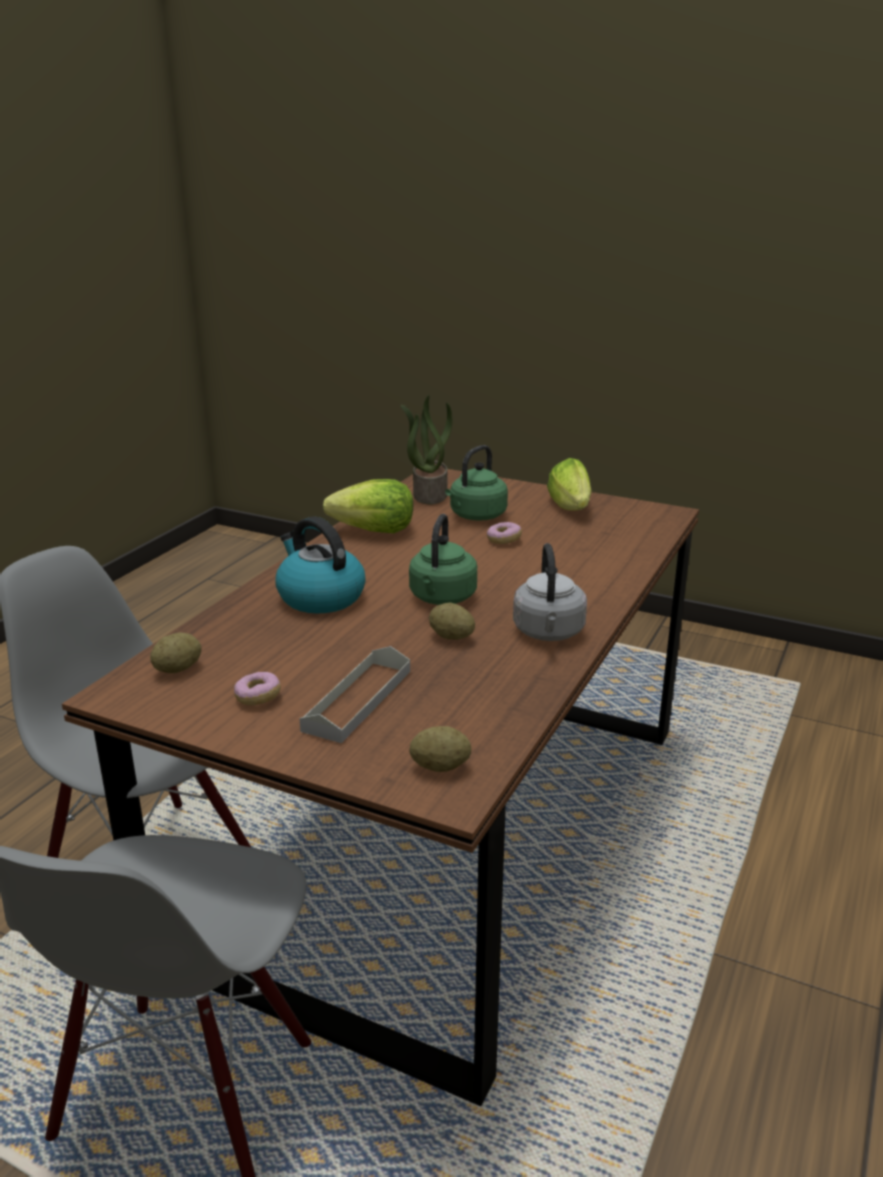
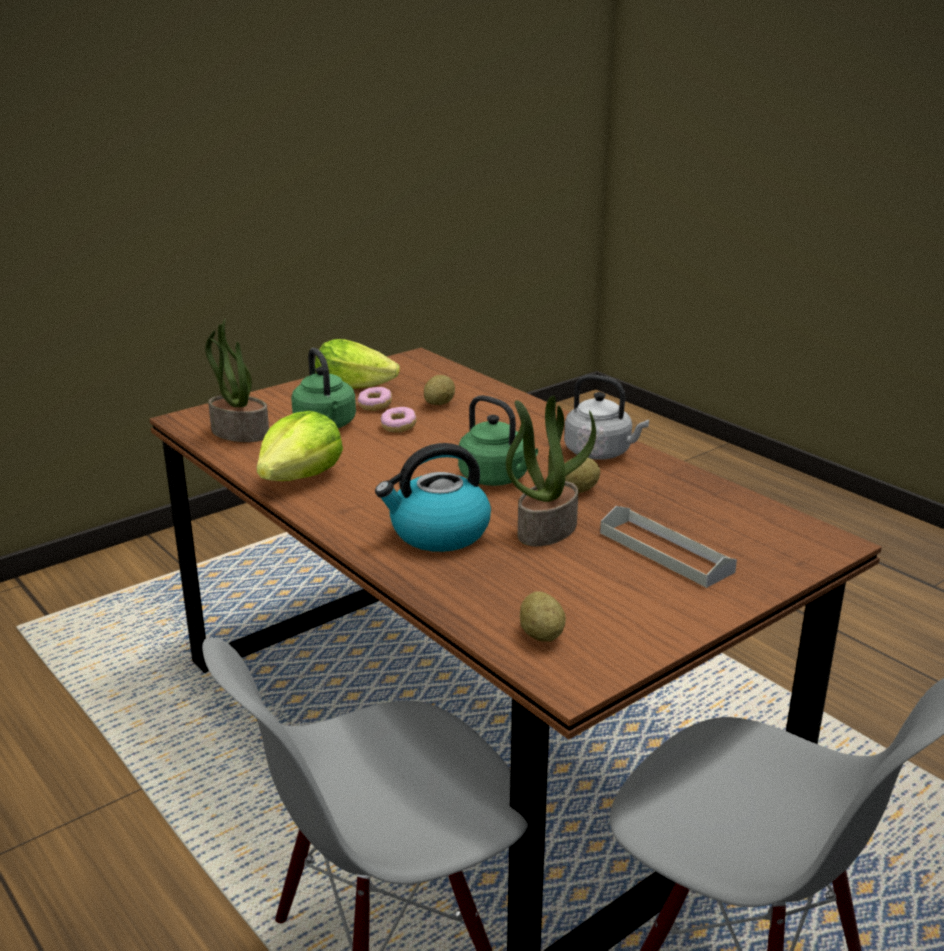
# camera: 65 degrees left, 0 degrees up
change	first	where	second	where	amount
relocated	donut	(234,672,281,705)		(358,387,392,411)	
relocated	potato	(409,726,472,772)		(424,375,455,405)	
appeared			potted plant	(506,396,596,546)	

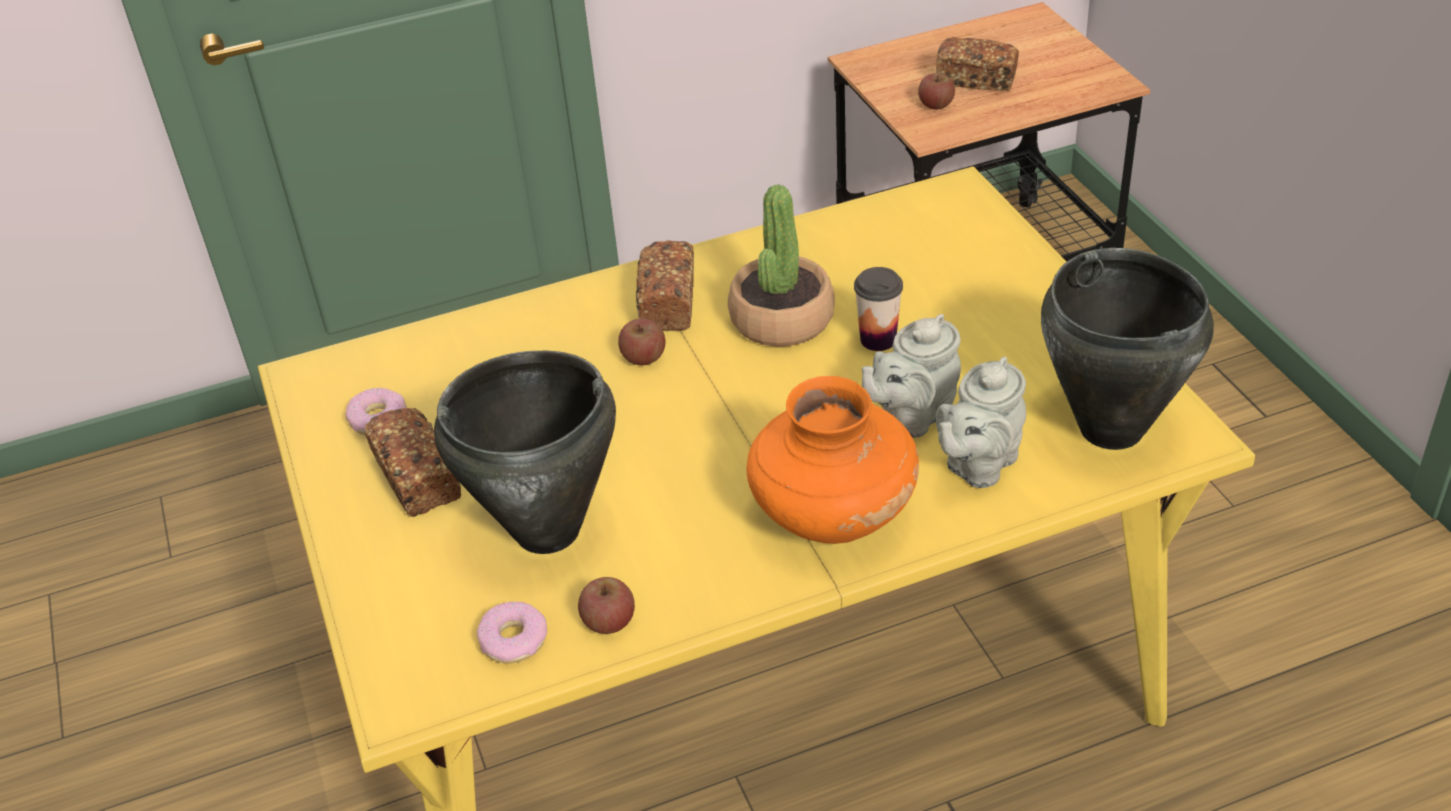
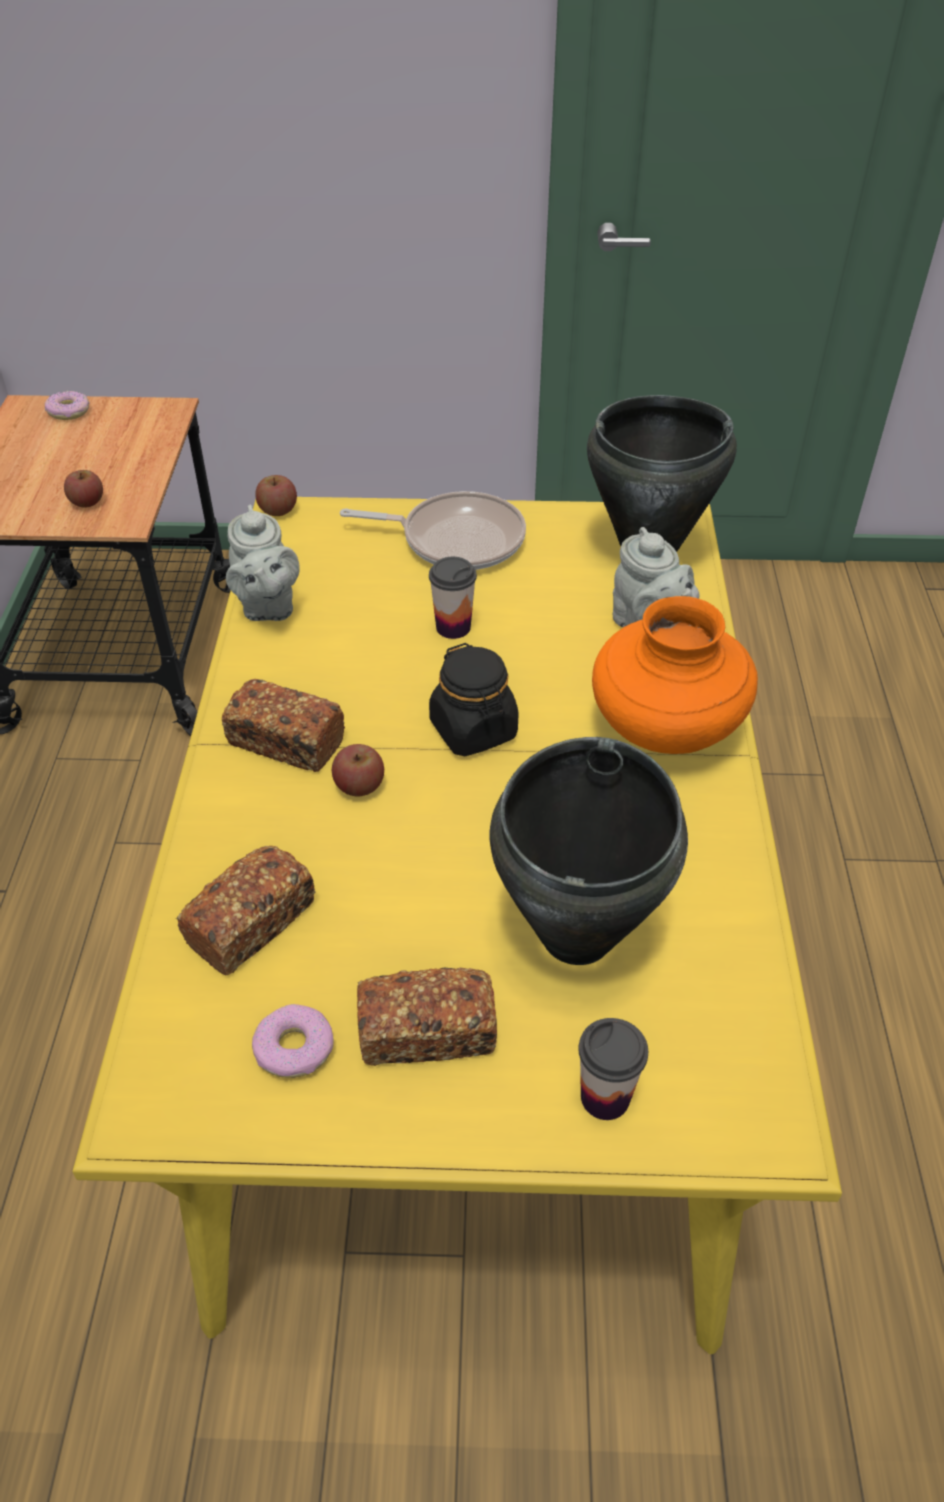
# camera: 70 degrees left, 5 degrees up
change	first	where	second	where	amount
relocated	bread	(936,37,1019,91)		(176,846,315,976)	
missing	potted plant	(728,184,835,347)			
relocated	grey teapot	(862,314,961,438)		(226,504,300,621)	
relocated	apple	(578,577,635,634)		(255,475,297,516)	
relocated	donut	(477,601,547,664)		(45,391,90,420)	
appeared			frying pan	(340,491,526,570)	
appeared			black jar	(429,643,519,756)	
appeared			cup	(578,1018,648,1120)	

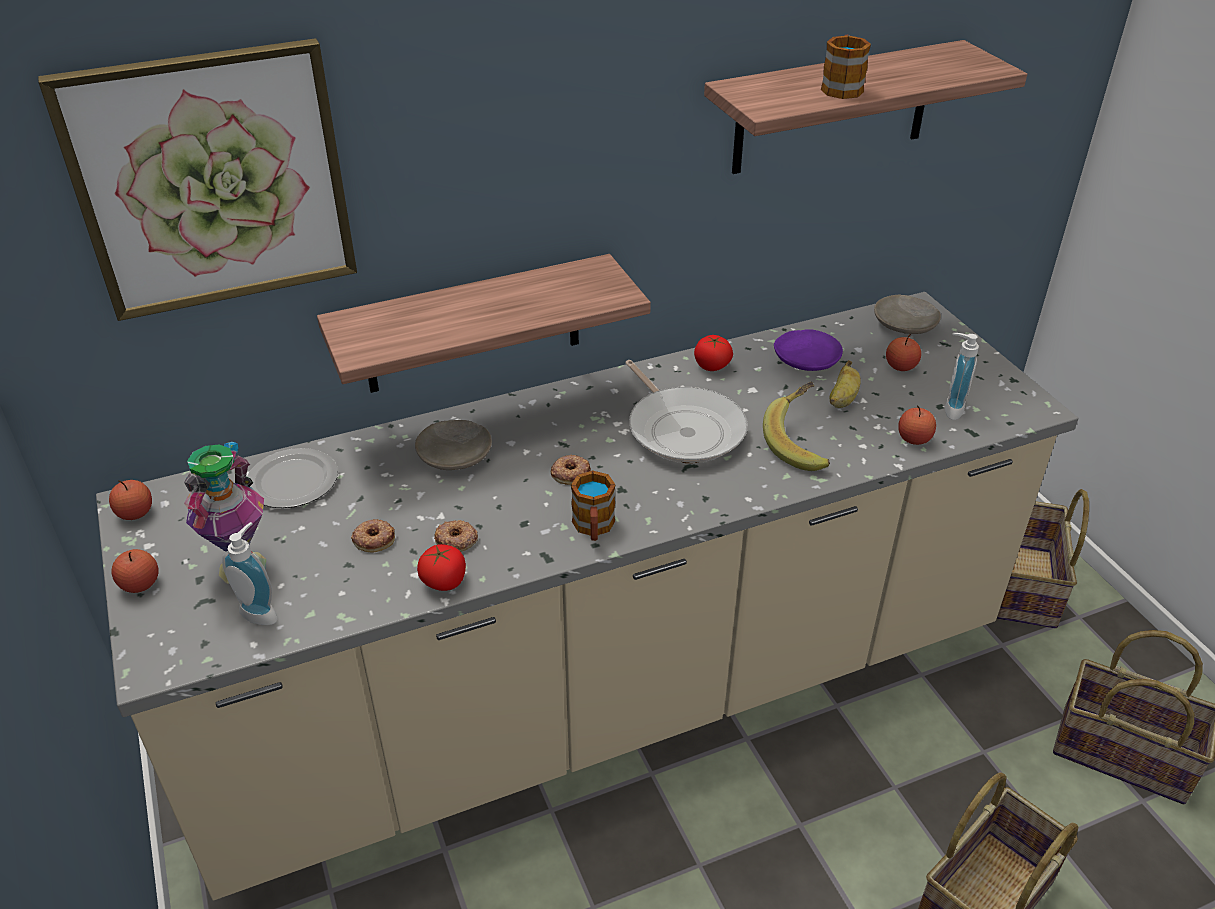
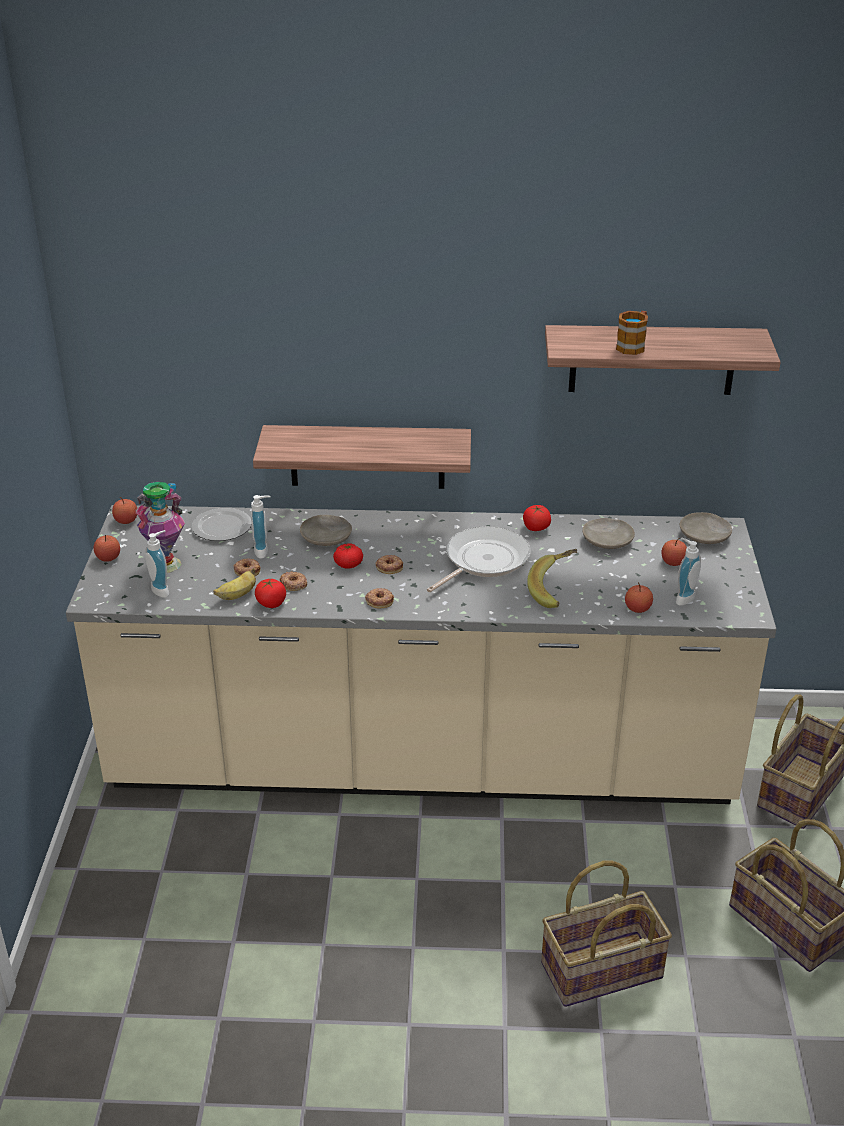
# camera: 25 degrees right, 5 degrees down
change	first	where	second	where	amount
missing	picture	(38,38,357,321)			
colour	purple plate	(774,329,843,371)	beige plate	(583,518,635,549)	
spun	frying pan	(625,360,748,463)		(427,526,531,592)	135 degrees counterclockwise
relocated	banana	(830,360,861,408)		(213,568,256,600)	
exchanged	mug	(571,471,615,541)	donut	(365,588,394,609)	
appeared			soap dispenser	(251,495,271,559)	
appeared			tomato	(333,543,363,569)	

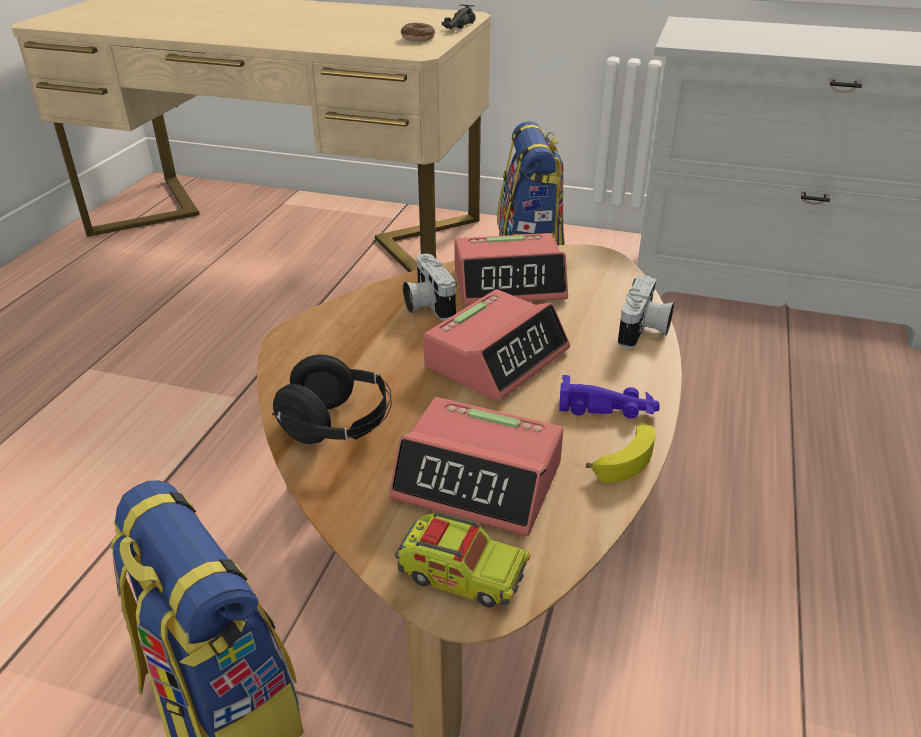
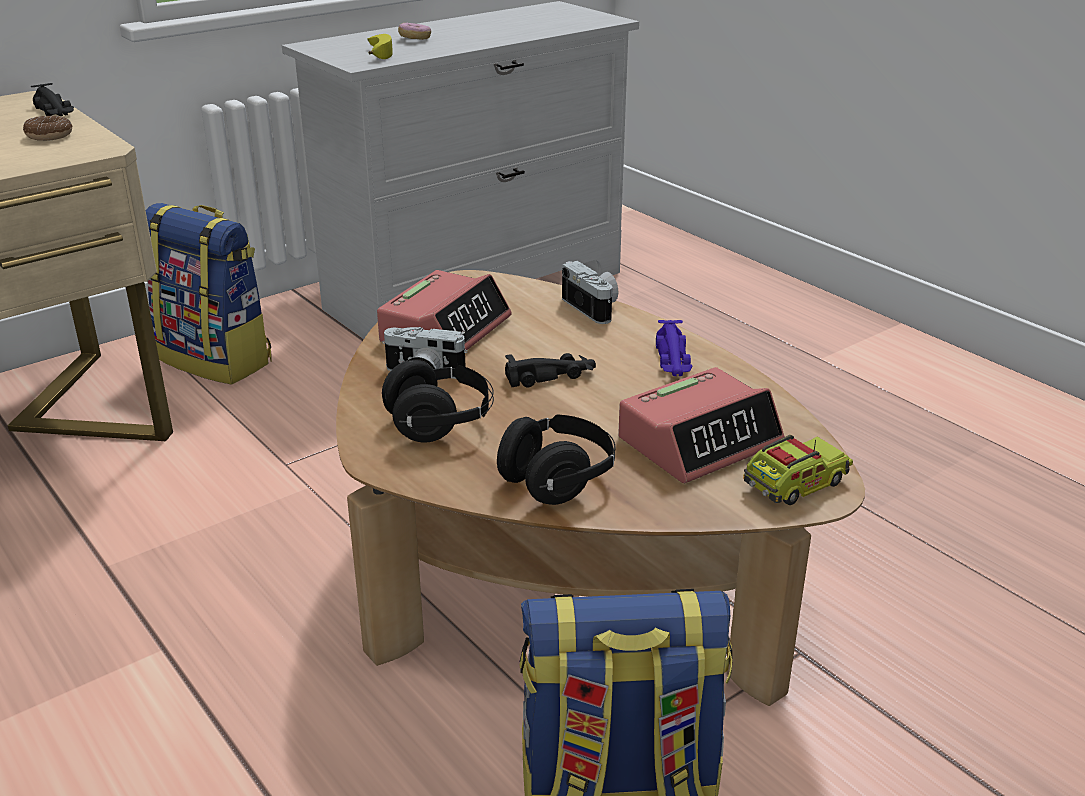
# camera: 55 degrees left, 5 degrees down
change	first	where	second	where	amount
exchanged	alarm clock	(423,289,570,401)	black toy car	(505,353,596,387)	
spun	purple toy car	(559,375,660,419)		(656,320,692,376)	135 degrees clockwise
relocated	banana	(586,422,655,483)		(367,34,393,59)	
appeared			donut	(398,23,431,40)	
appeared			black headphones	(382,360,494,442)	

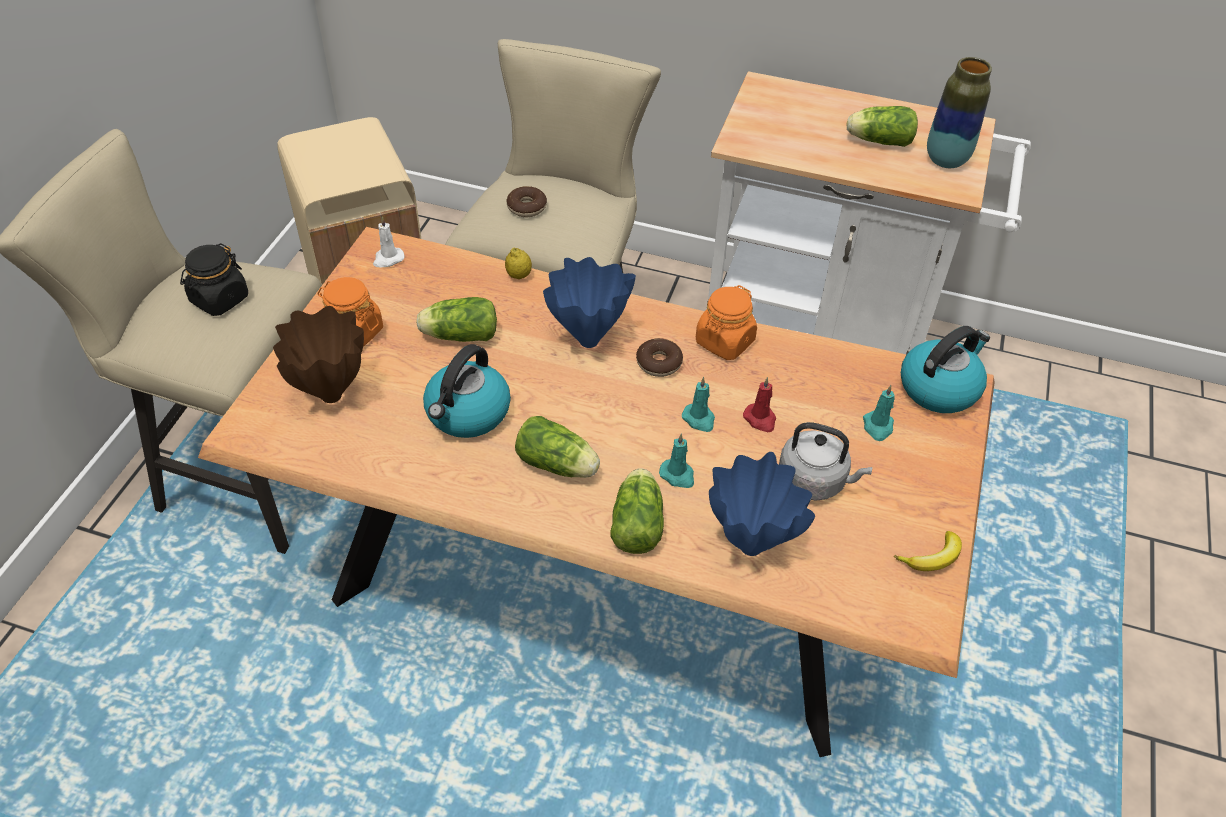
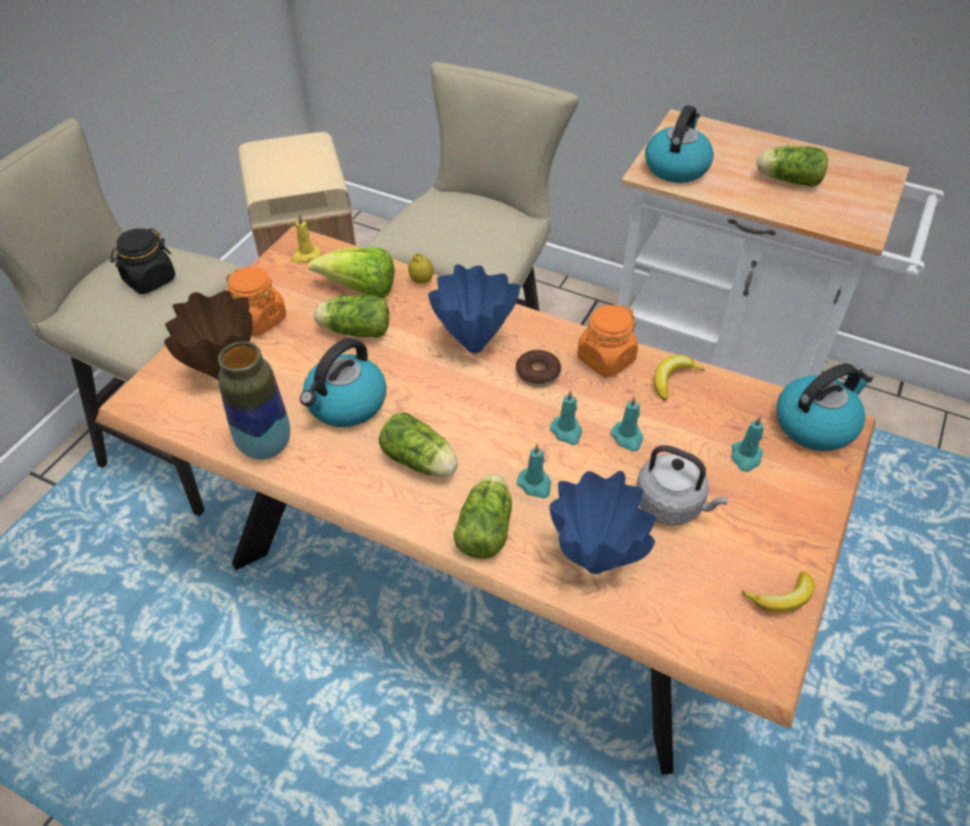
# camera: 10 degrees right, 0 degrees up
change	first	where	second	where	amount
relocated	vase	(927,57,992,168)		(218,341,290,460)	
missing	donut	(506,186,547,217)			
colour	white candle	(373,216,404,268)	yellow candle	(291,215,321,263)	
colour	red candle	(743,377,776,432)	turquoise candle	(610,396,643,451)	
appeared			kettle	(645,105,714,183)	
appeared			lettuce	(308,248,395,298)	
appeared			banana	(654,355,705,400)	

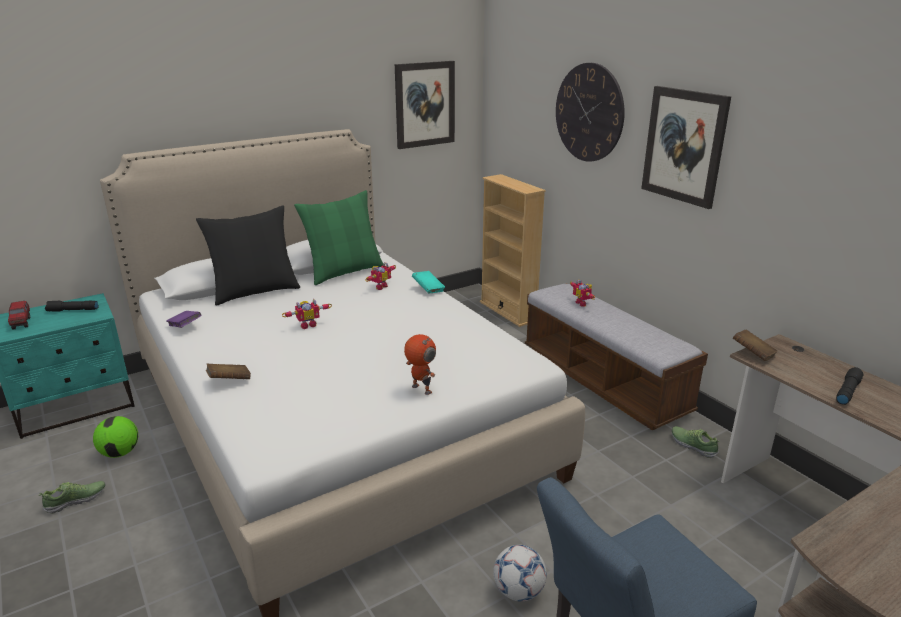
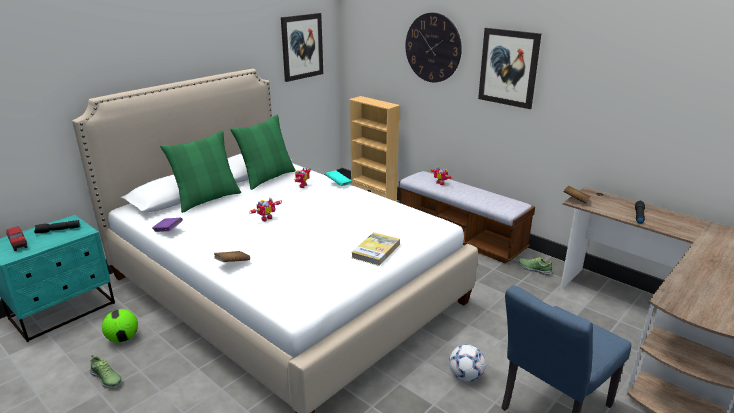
# camera: 15 degrees left, 0 degrees up
change	first	where	second	where	amount
colour	black pillow	(196,206,300,305)	green pillow	(160,130,241,213)	
exchanged	toy robot	(404,334,436,395)	book	(351,232,400,266)	
spun	shoe	(39,481,106,514)		(90,355,122,388)	90 degrees clockwise

